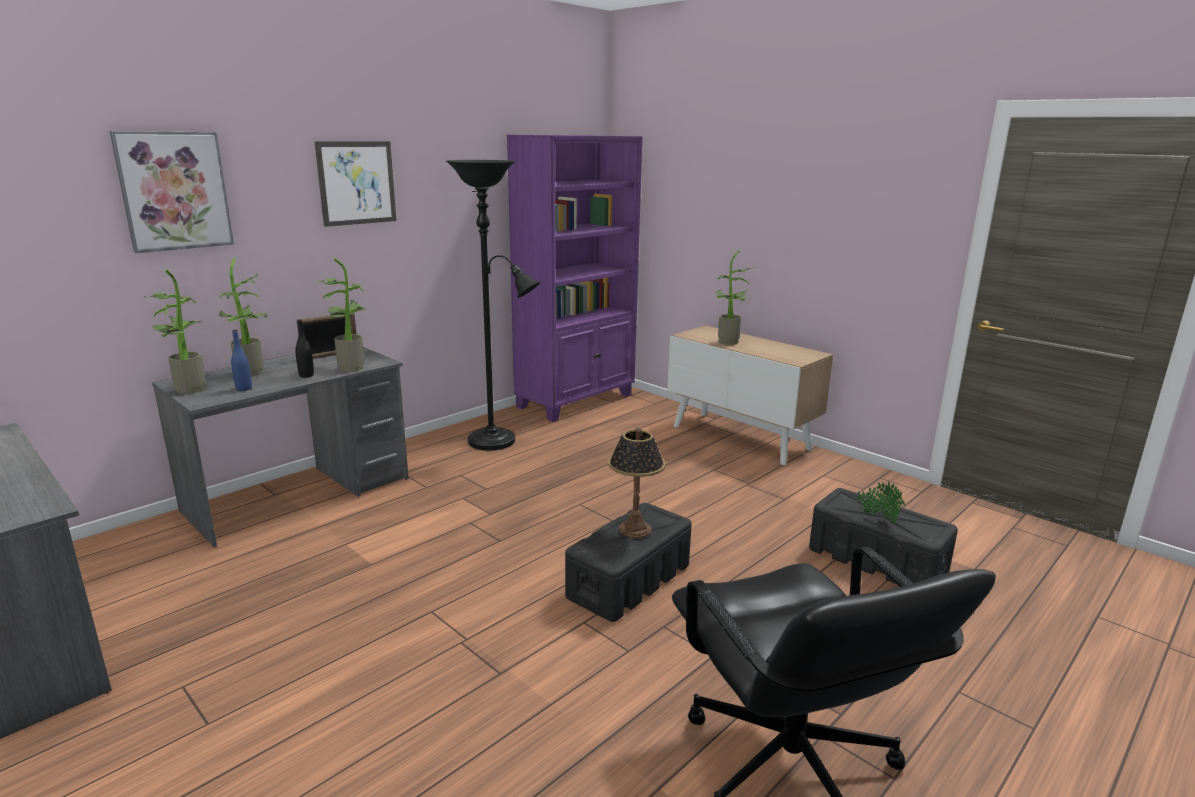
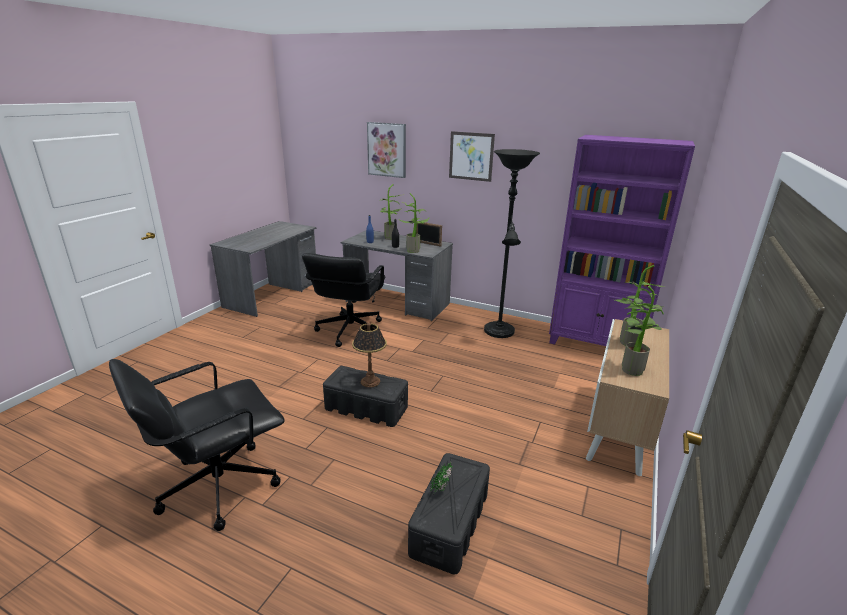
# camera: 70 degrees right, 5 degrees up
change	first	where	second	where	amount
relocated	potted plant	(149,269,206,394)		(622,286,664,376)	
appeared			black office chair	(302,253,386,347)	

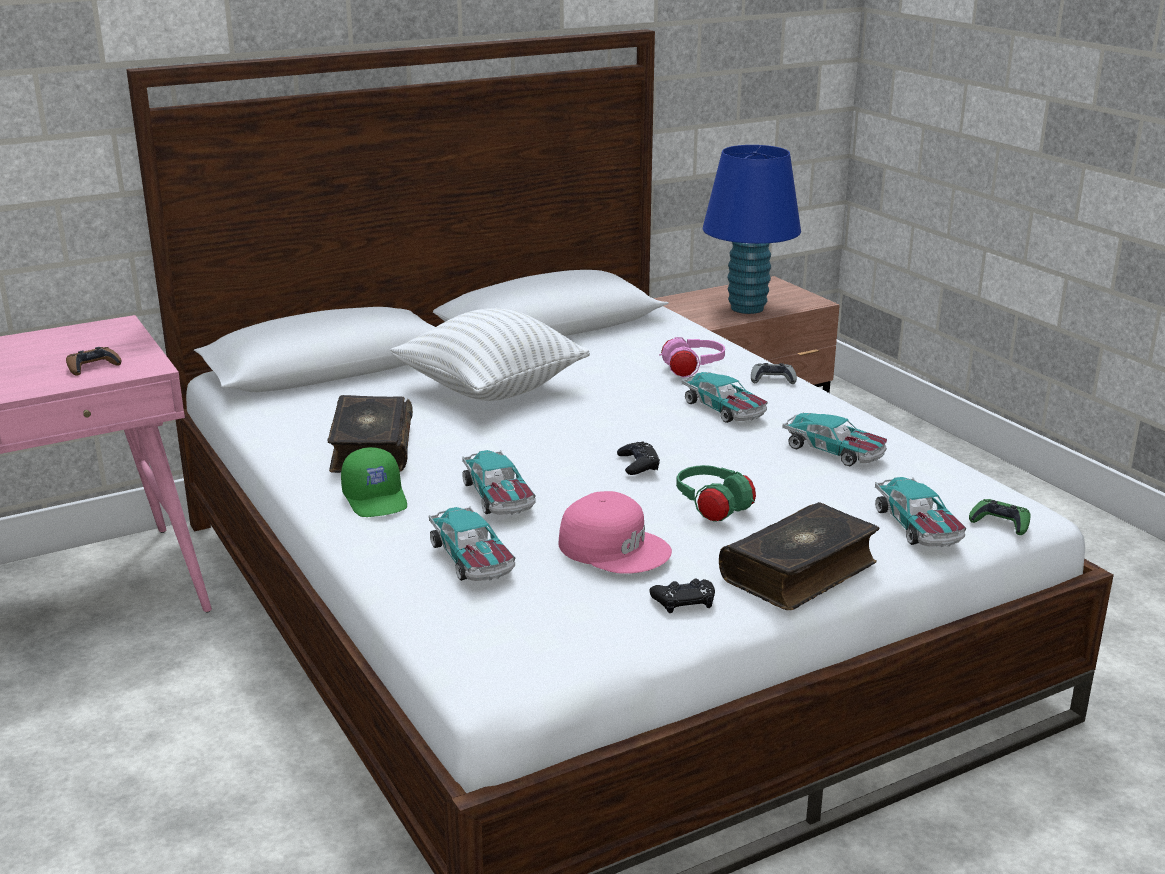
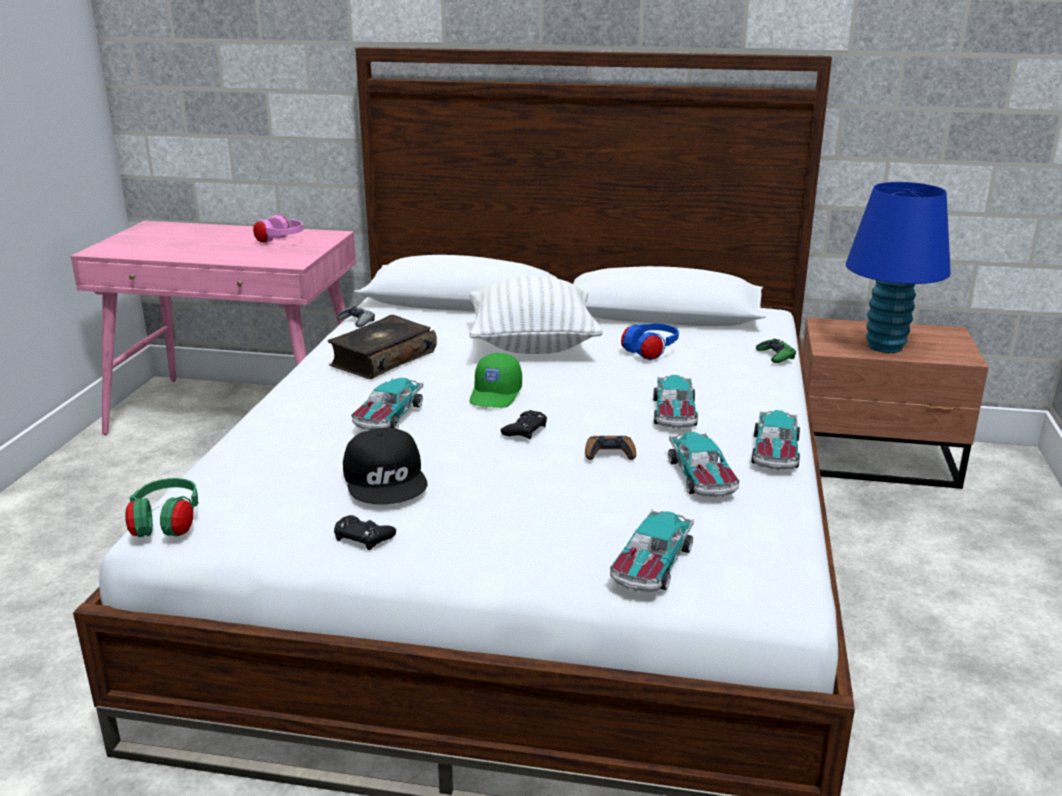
# camera: 40 degrees right, 0 degrees up
change	first	where	second	where	amount
relocated	pink headphones	(659,337,725,378)		(253,214,304,244)	
relocated	brown game controller	(66,347,121,376)		(585,436,636,460)	
relocated	grey game controller	(751,363,797,384)		(337,306,375,327)	
relocated	green cap	(341,447,407,517)		(470,353,522,408)	
relocated	green headphones	(676,465,756,522)		(125,478,198,537)	
colour	pink cap	(559,491,672,574)	black cap	(343,428,428,504)	
relocated	green game controller	(969,499,1031,535)		(756,339,796,363)	
missing	book	(719,502,879,610)			
relocated	toy car	(429,506,515,581)		(751,410,800,470)	
appeared			blue headphones	(621,323,679,360)	

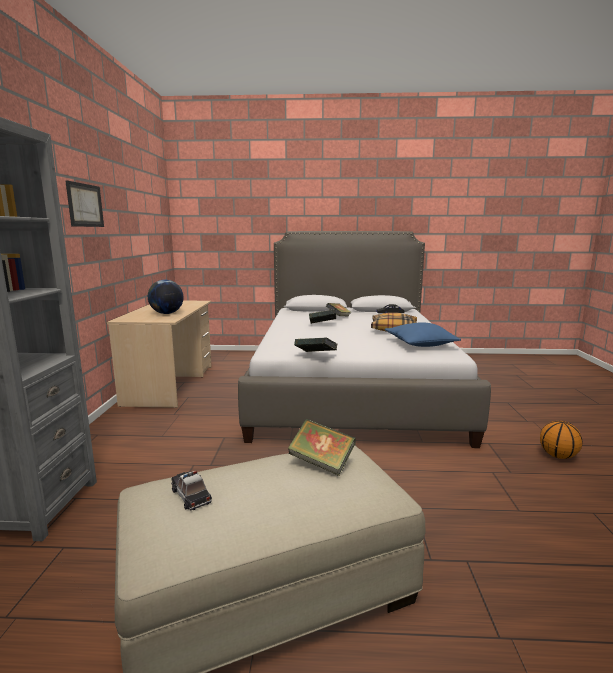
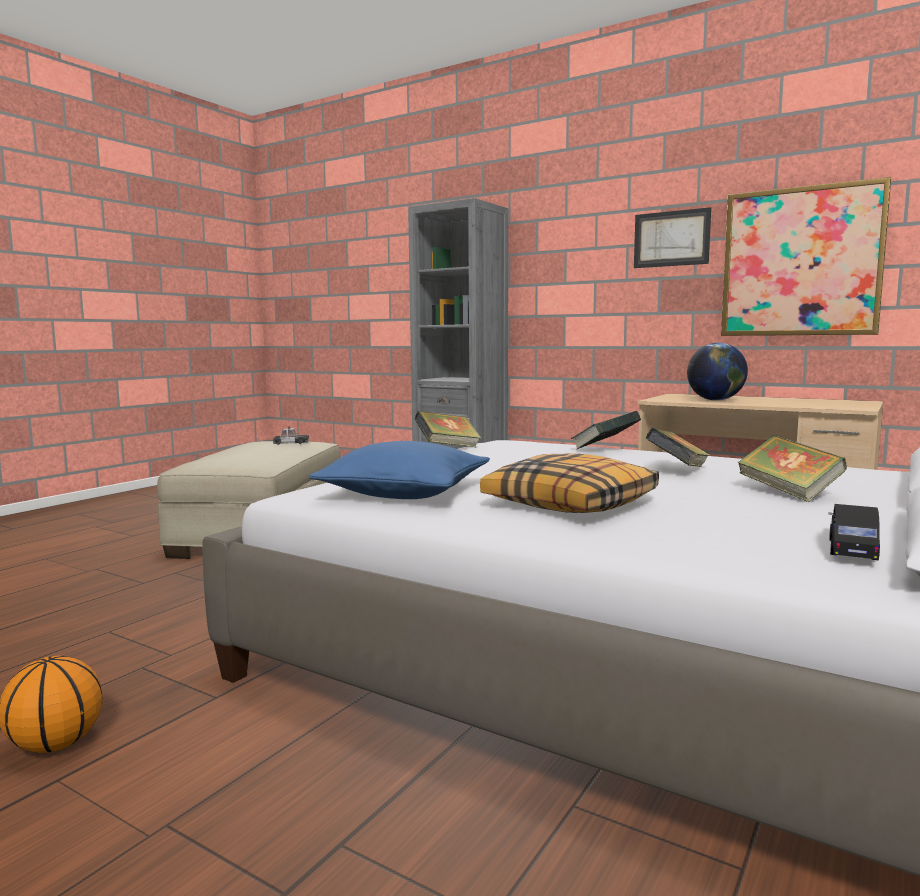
# camera: 120 degrees right, 5 degrees down
change	first	where	second	where	amount
relocated	book	(288,419,356,476)		(571,411,641,450)	
appeared			picture	(721,177,891,336)	

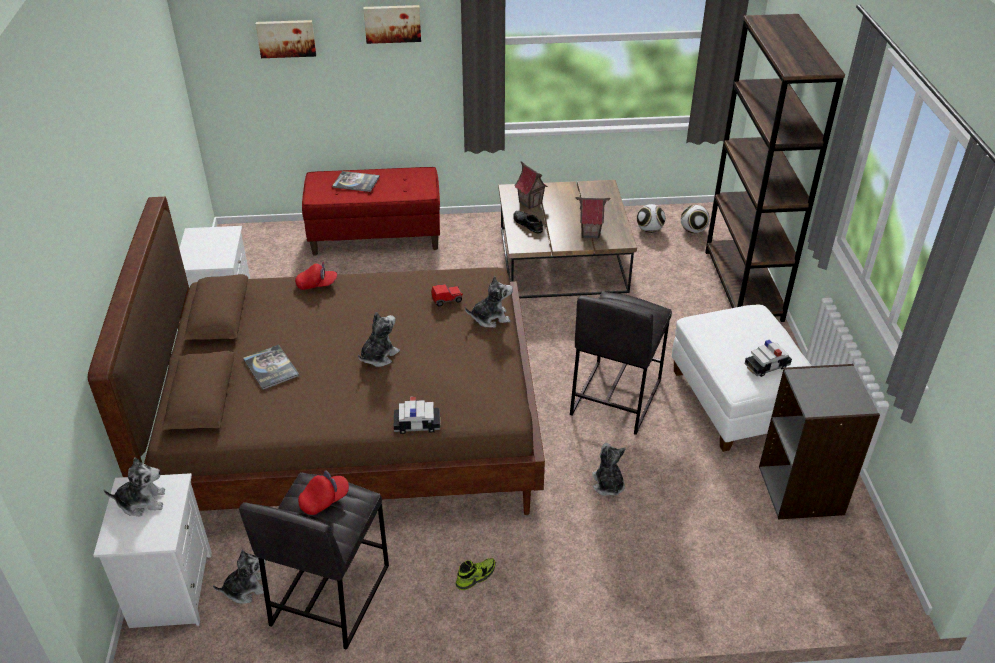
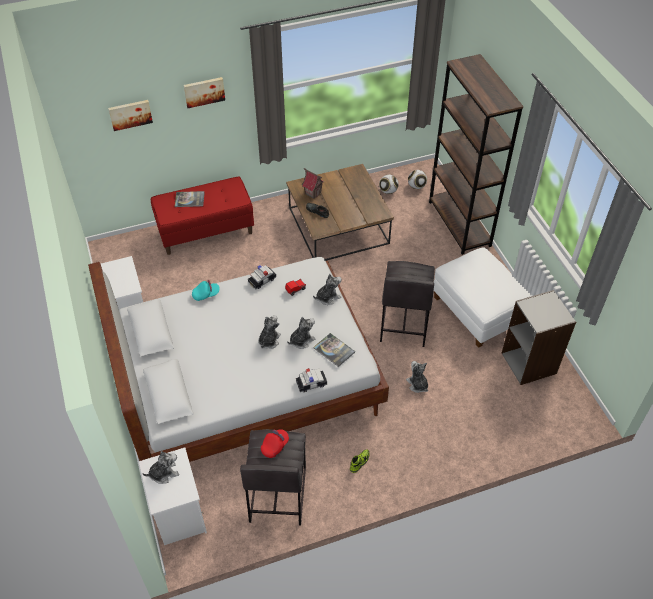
# camera: 15 degrees left, 10 degrees up
change	first	where	second	where	amount
colour	brown bed	(88,197,545,515)	white bed	(88,257,389,462)	
missing	toy house	(576,197,610,238)			
colour	red cap	(295,262,337,290)	turquoise cap	(192,280,220,301)	
relocated	toy car	(745,339,792,377)		(248,265,276,289)	
relocated	book	(243,345,300,390)		(314,333,355,367)	
relocated	plush toy	(213,550,266,604)		(287,317,316,349)	

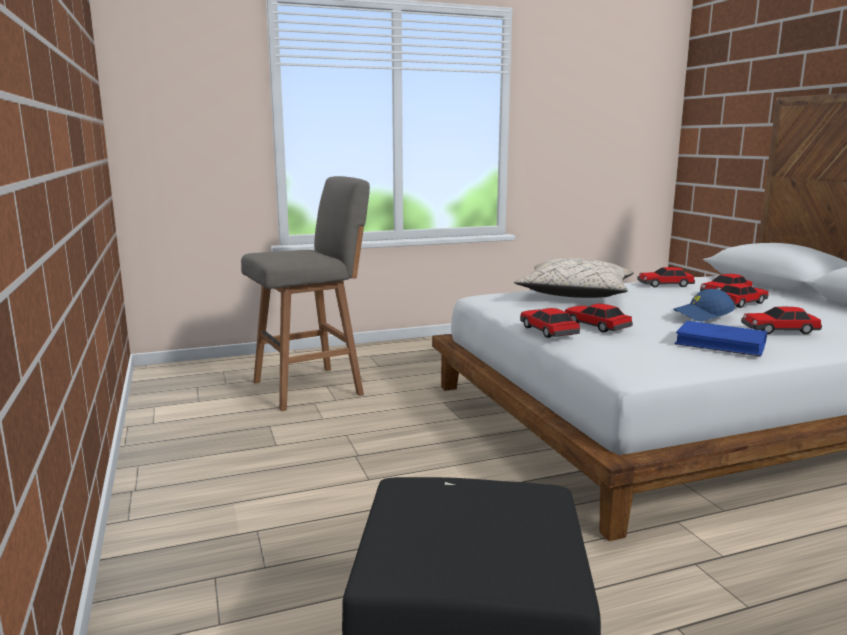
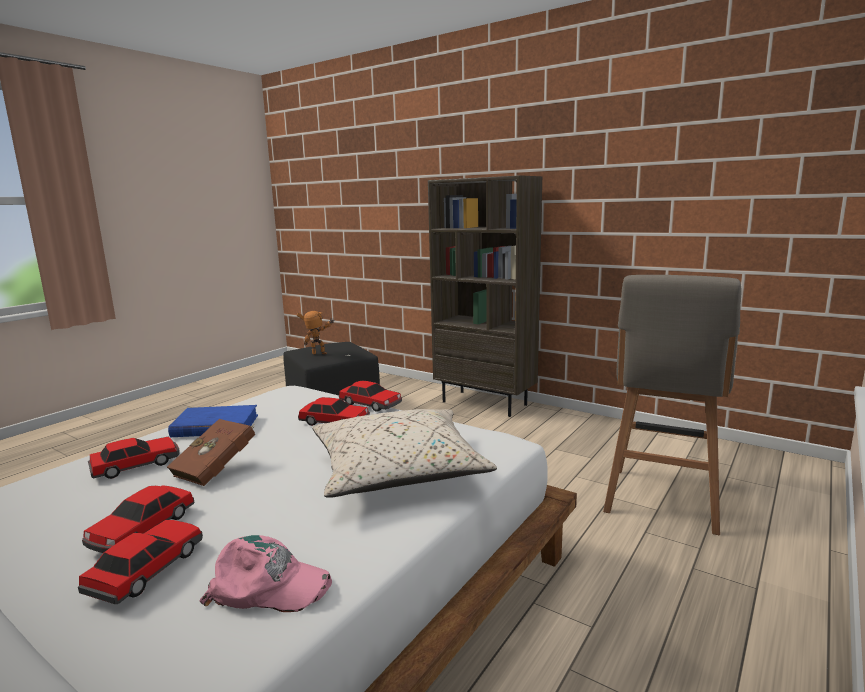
# camera: 145 degrees right, 0 degrees up
change	first	where	second	where	amount
exchanged	toy car	(637,267,695,287)	pink cap	(199,535,332,612)	
exchanged	blue cap	(674,289,735,322)	brown book	(167,419,255,486)	
appeared			brown bookcase	(428,175,542,417)	
appeared			toy robot	(297,311,335,355)	

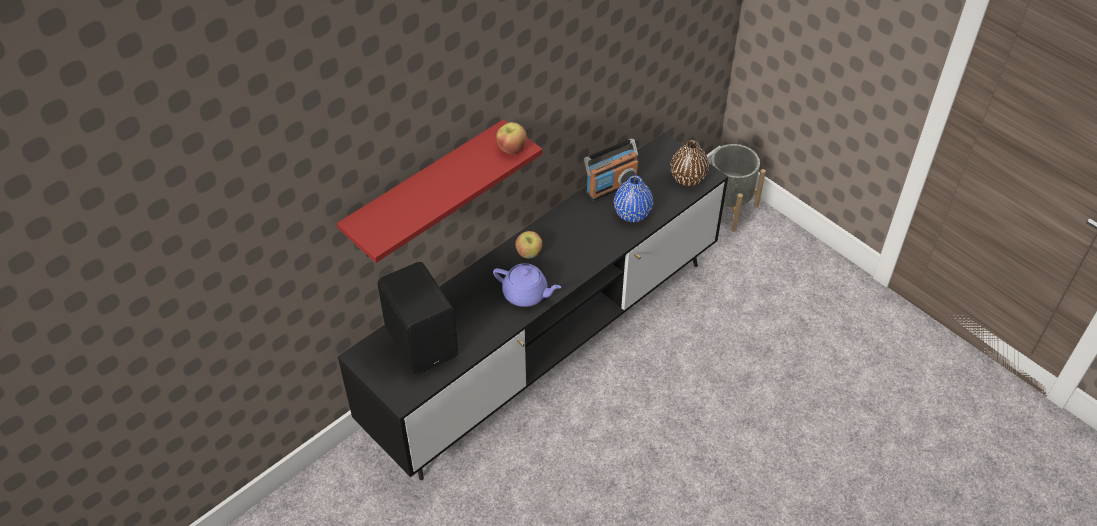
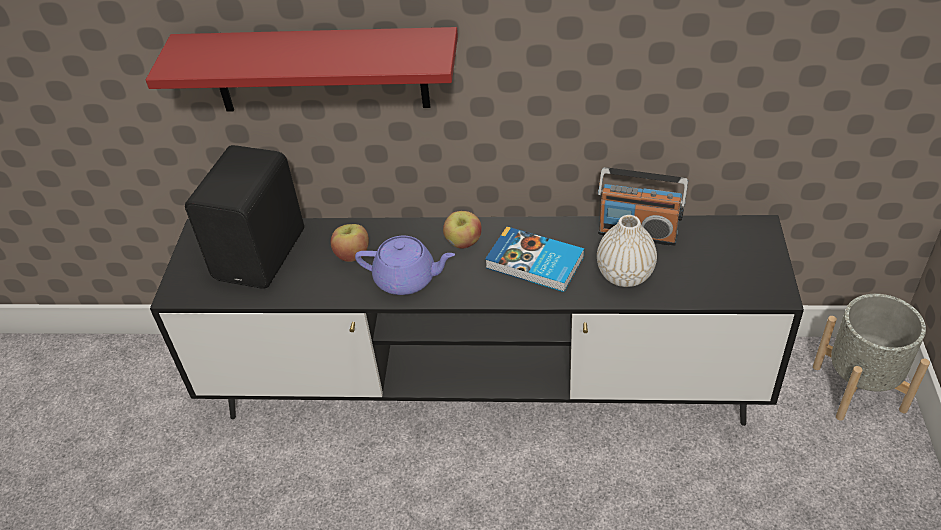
# camera: 50 degrees right, 5 degrees down
change	first	where	second	where	amount
relocated	apple	(496,122,527,154)		(331,224,369,262)	
missing	brown vase	(670,140,709,186)			
colour	blue vase	(614,175,653,222)	white vase	(597,215,657,287)	
spun	purple teapot	(493,263,561,307)		(355,236,455,295)	60 degrees counterclockwise
appeared			book	(485,227,585,292)	

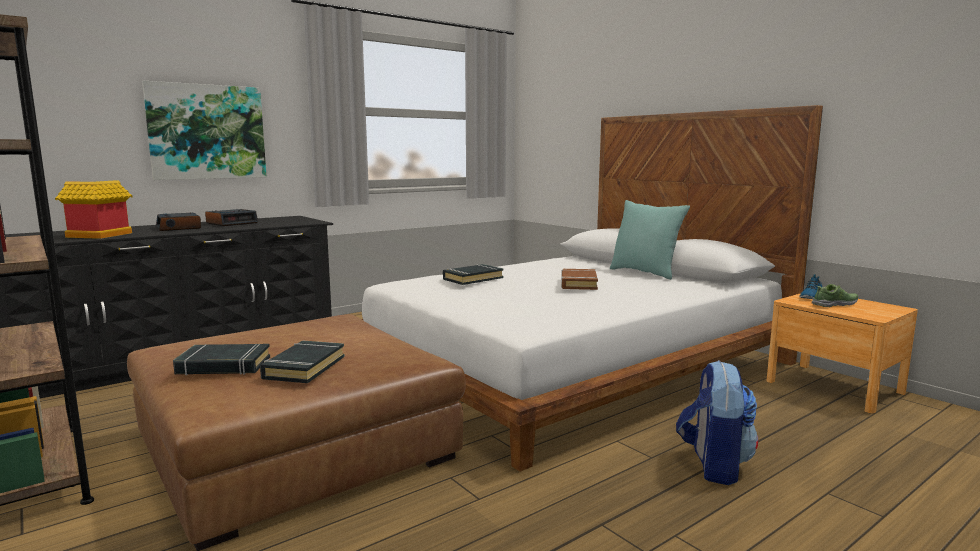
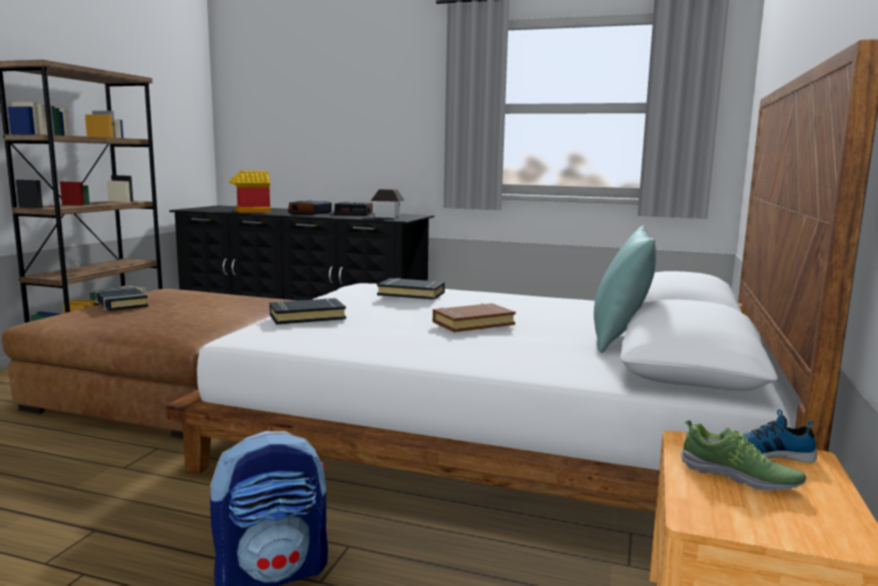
# camera: 55 degrees right, 0 degrees up
change	first	where	second	where	amount
missing	picture	(142,81,267,180)			
relocated	black book	(260,341,345,383)		(269,298,346,325)	
appeared			toy house	(371,188,405,218)	

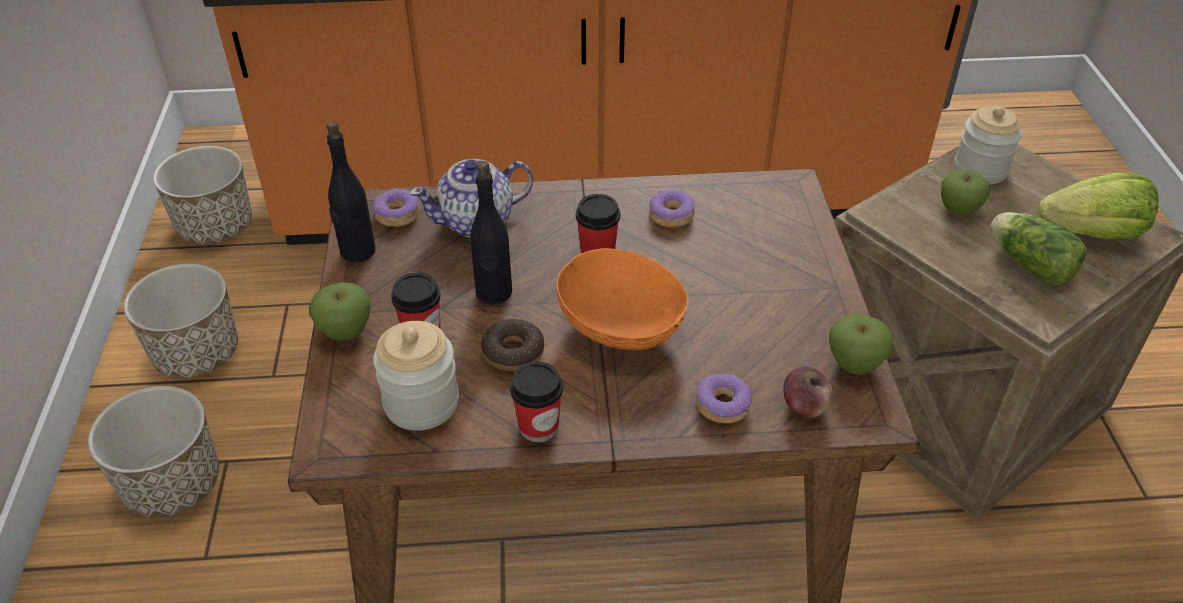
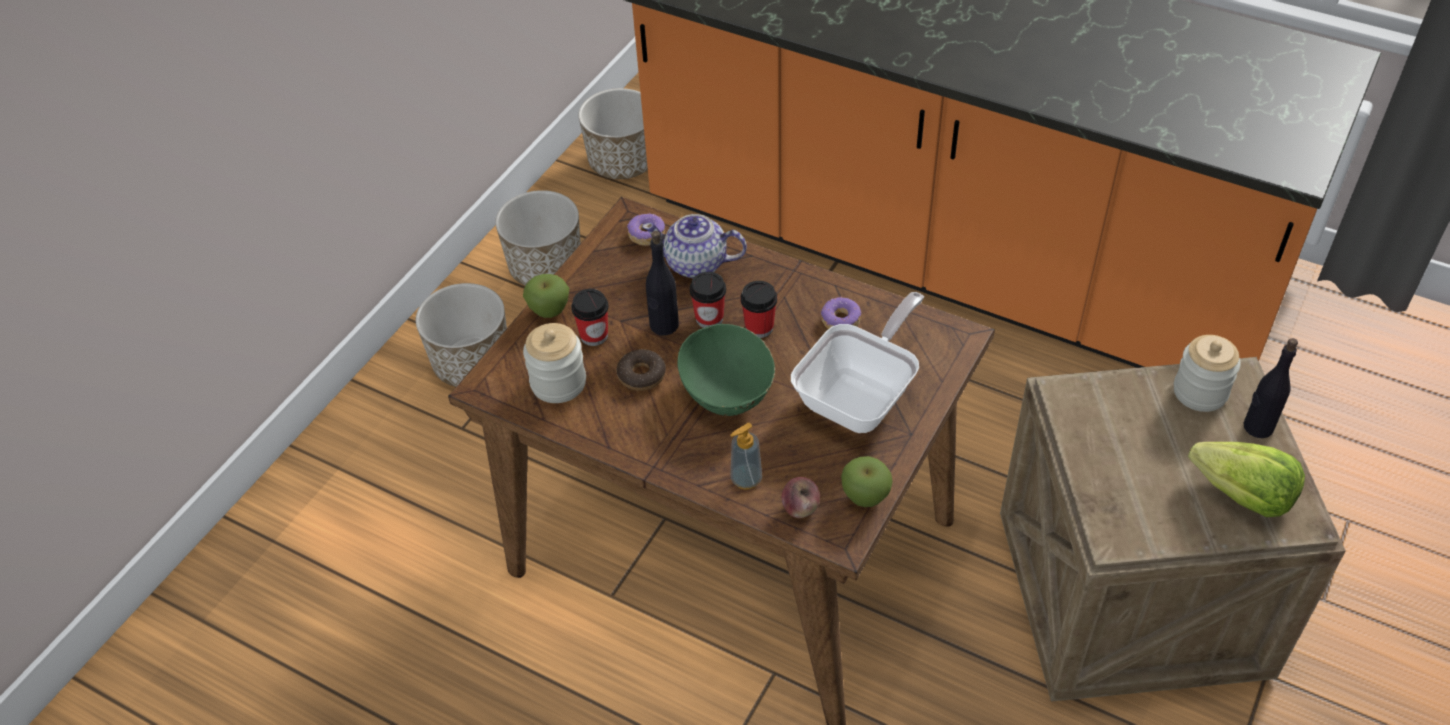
# camera: 35 degrees right, 5 degrees up
change	first	where	second	where	amount
relocated	black bottle	(326,121,376,262)		(1244,338,1298,438)	
missing	apple	(941,169,989,215)			
missing	lettuce	(990,212,1087,285)			
colour	orange bowl	(557,248,689,350)	green bowl	(677,324,775,416)	
relocated	cup	(510,361,563,442)		(690,272,726,328)	
exchanged	donut	(696,373,752,423)	soap dispenser	(730,423,762,490)	
appeared			frying pan	(791,292,924,433)	

